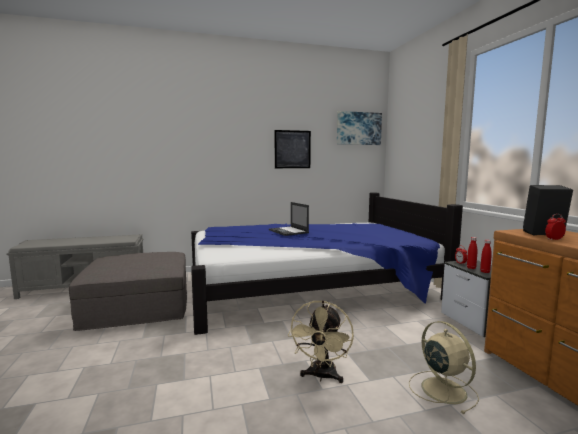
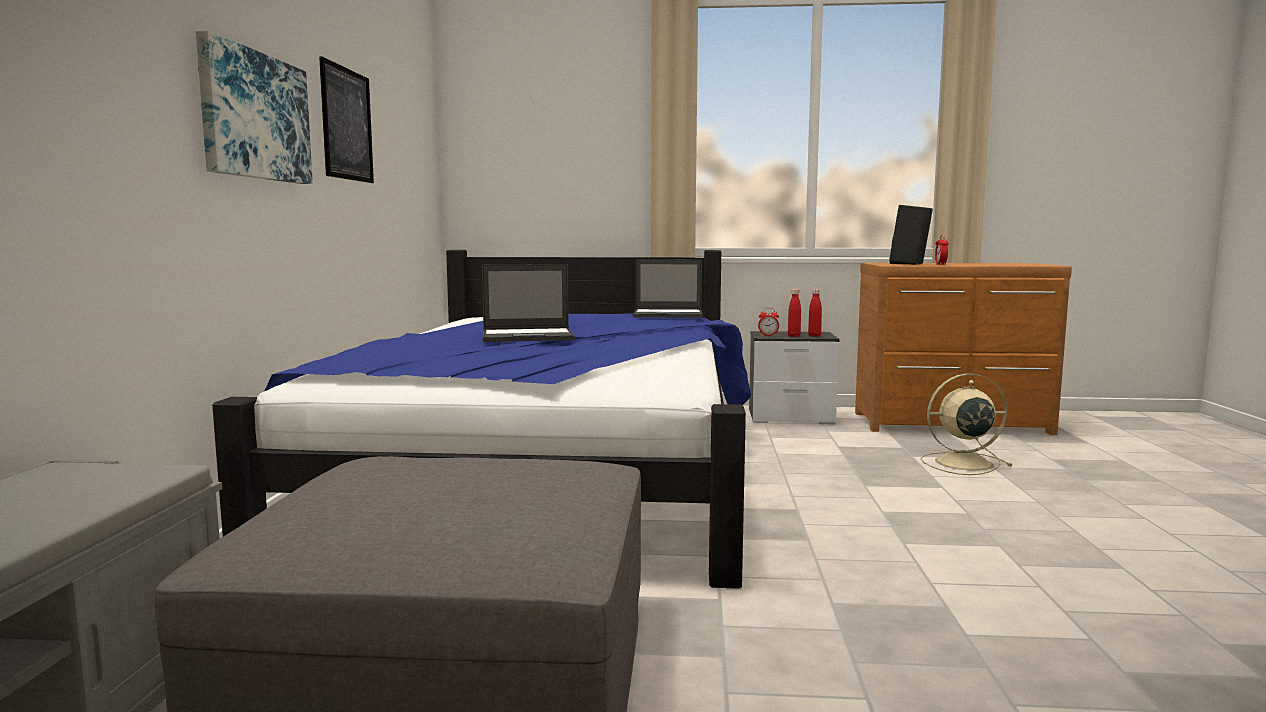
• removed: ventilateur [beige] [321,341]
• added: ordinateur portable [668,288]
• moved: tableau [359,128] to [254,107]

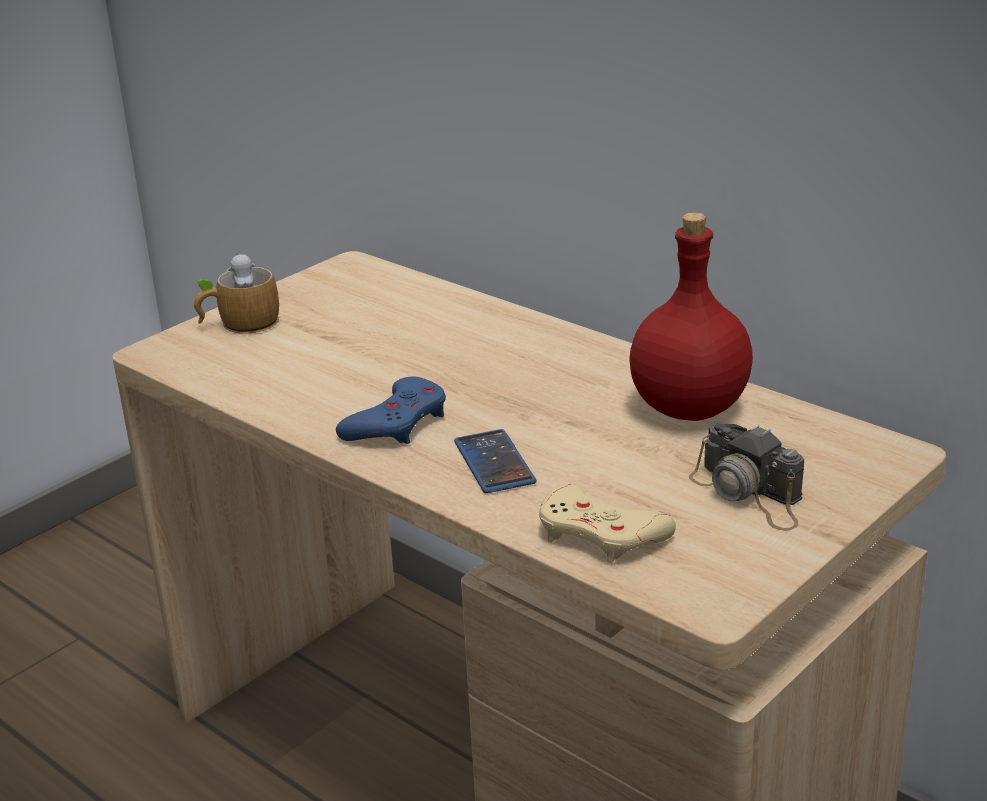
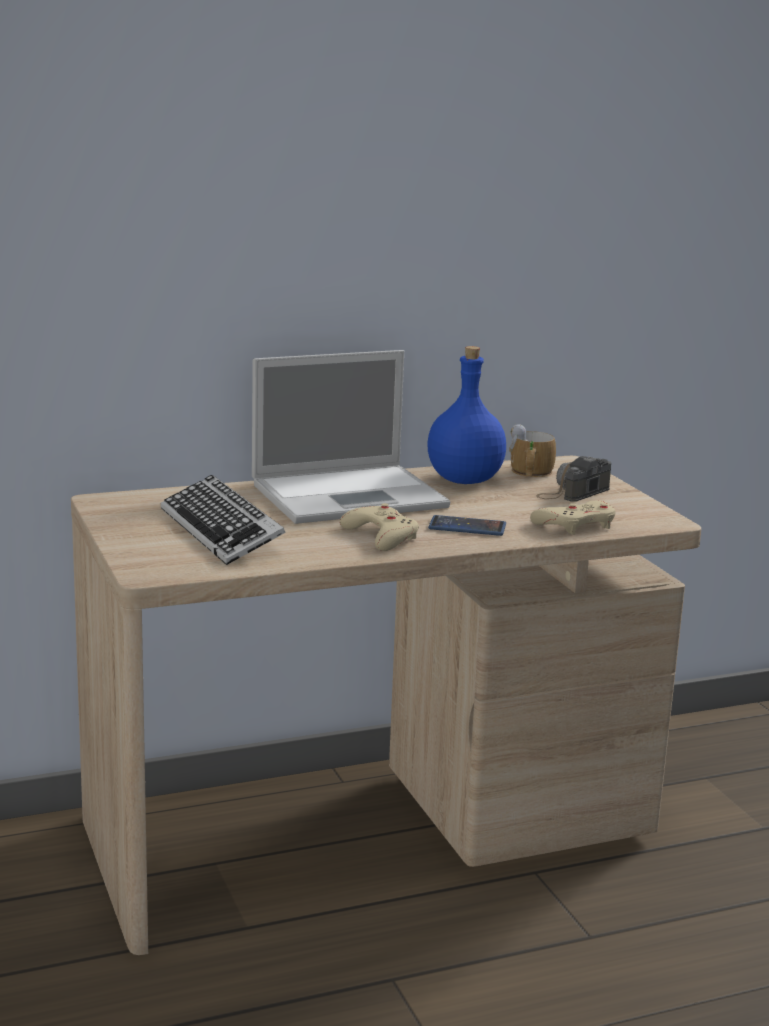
• added: clavier [223,520]
• added: ordinateur portable [351,437]
• moved: mug [236,293] to [532,450]
• recoloured: manette [bleu] [391,410] to manette [beige] [379,527]
• recoloured: bouteille [rouge] [691,316] to bouteille [bleu] [466,415]
• turned: appareil photo [746,477] = [573,479] 150 degrees clockwise

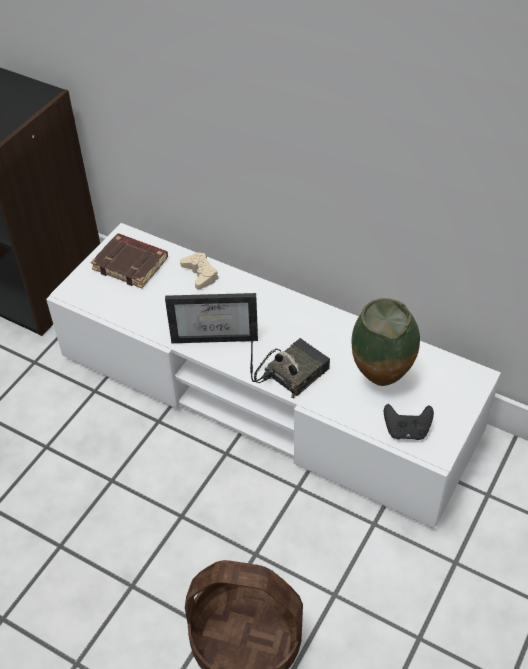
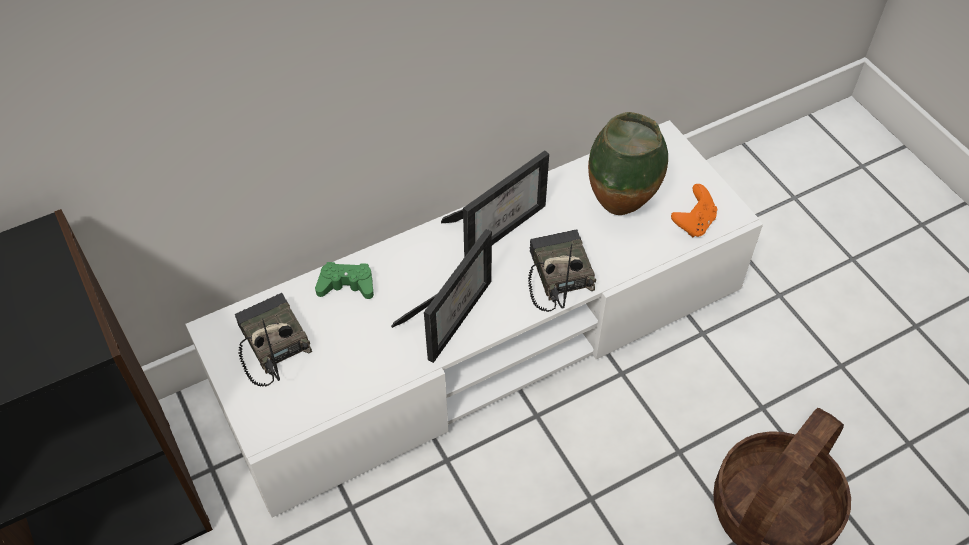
• added: cadre photo [495,203]
• replaced: livre [marron] [129,260] to radio [273,340]
• recoloured: manette [beige] [199,270] to manette [vert] [344,280]
• recoloured: manette [noir] [409,422] to manette [orange] [694,210]

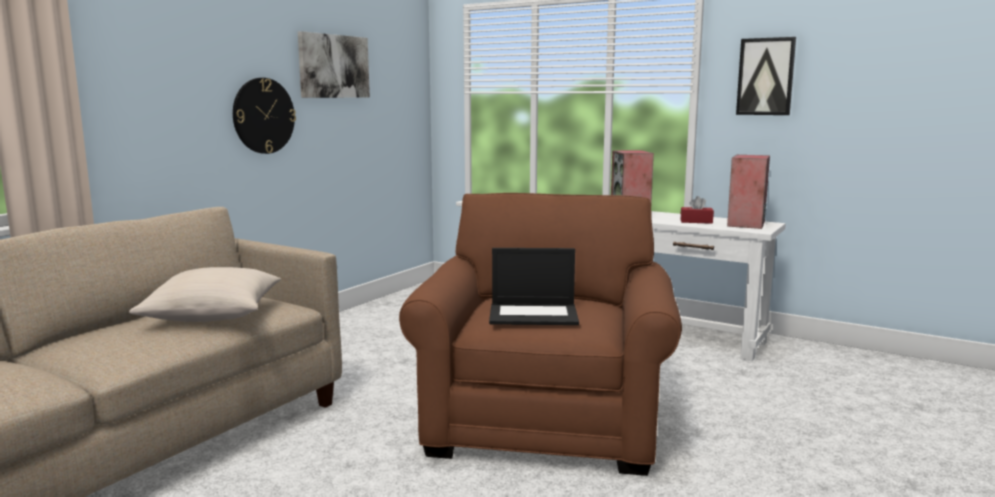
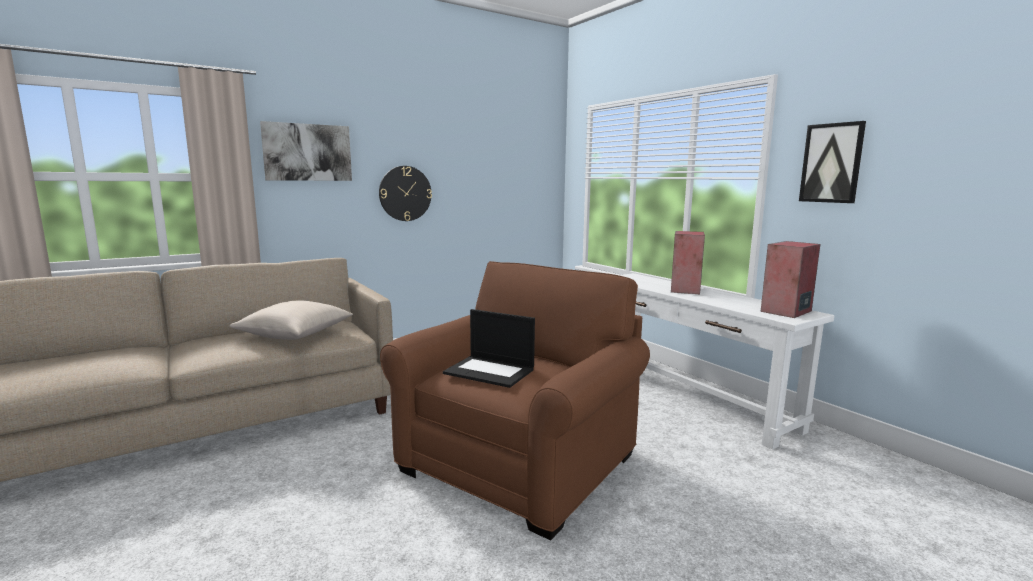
• removed: boîte à mouchoirs [rouge] [697,210]
• moved: tableau [334,64] to [306,151]

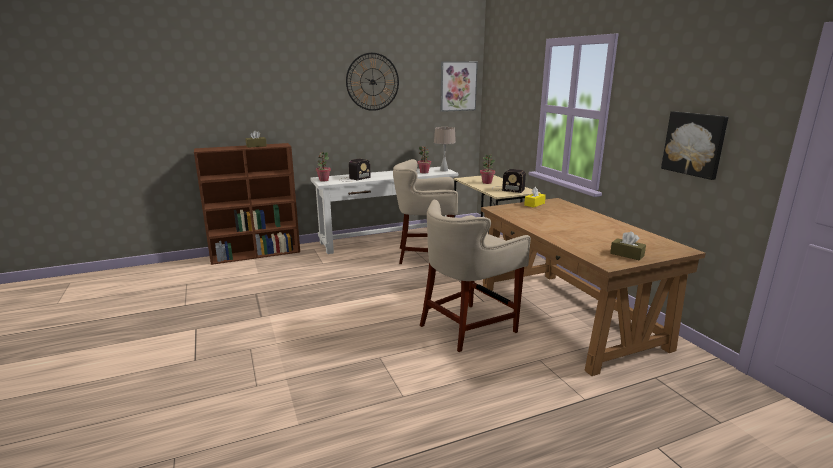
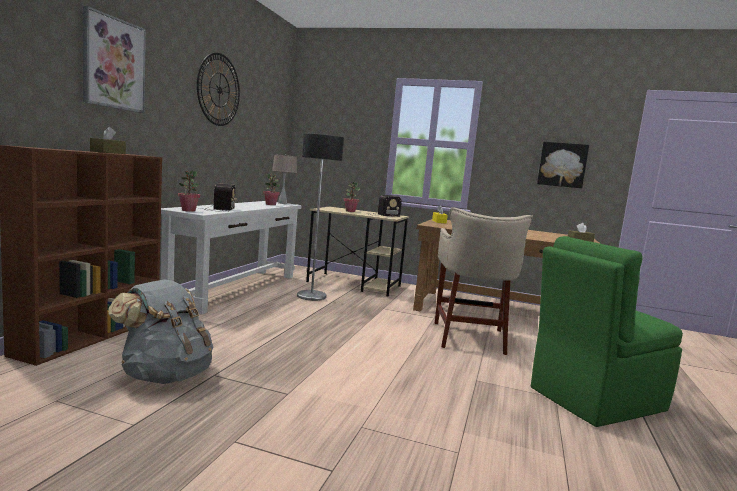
• added: sac à dos [gris] [161,331]
• added: chaise [vert] [607,331]
• moved: tableau [459,86] to [114,59]
• replaced: tabouret [beige] [425,211] to lampadaire [320,217]

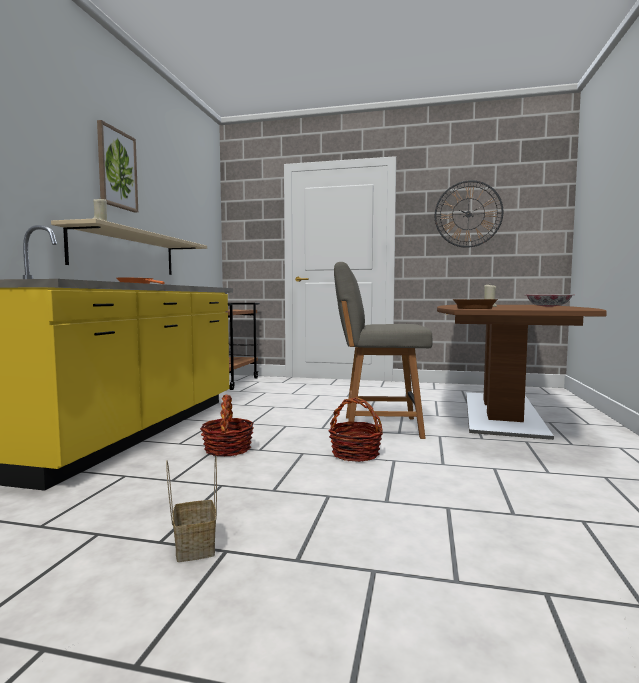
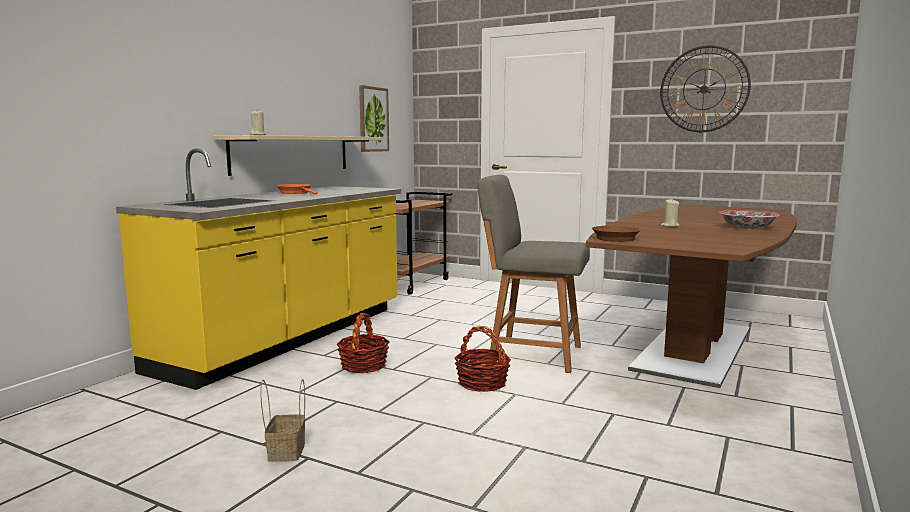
• moved: tableau [117,166] to [374,118]

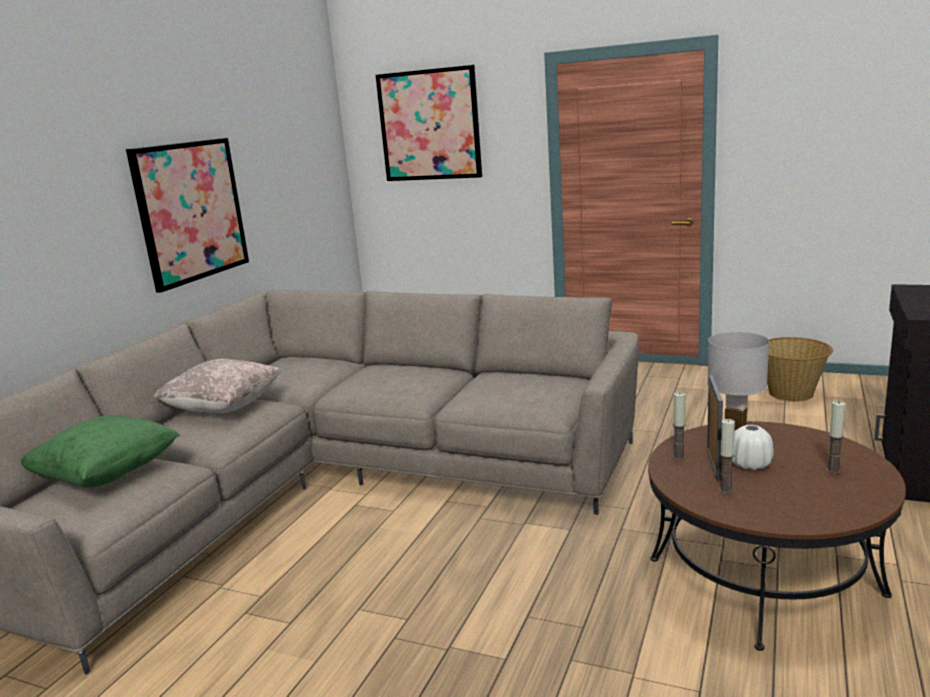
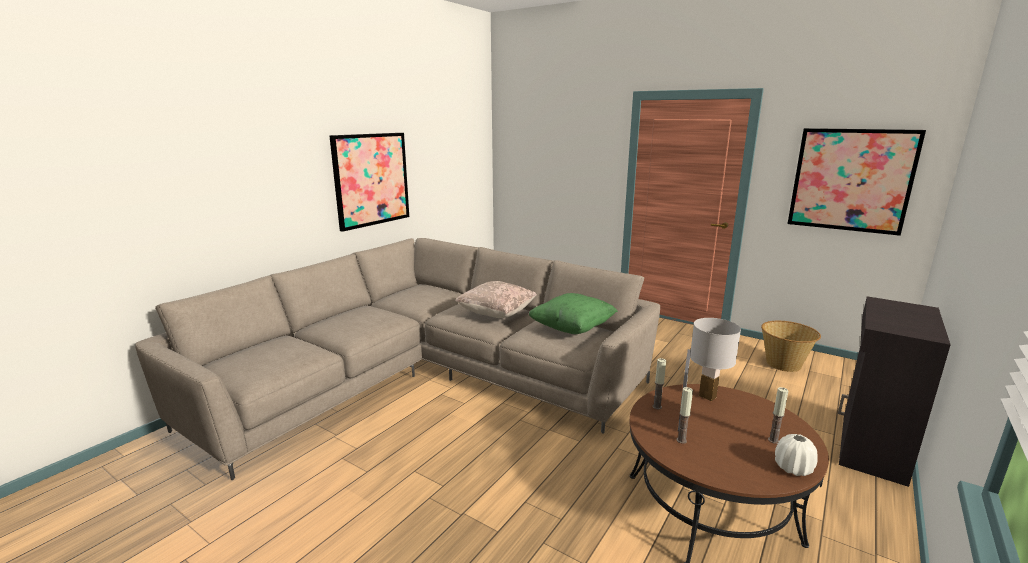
• moved: coussin [vert] [100,451] to [573,313]
• moved: coussin [beige] [217,386] to [496,299]
• moved: tableau [428,123] to [857,182]
• moved: vase [blanc] [753,447] to [796,455]

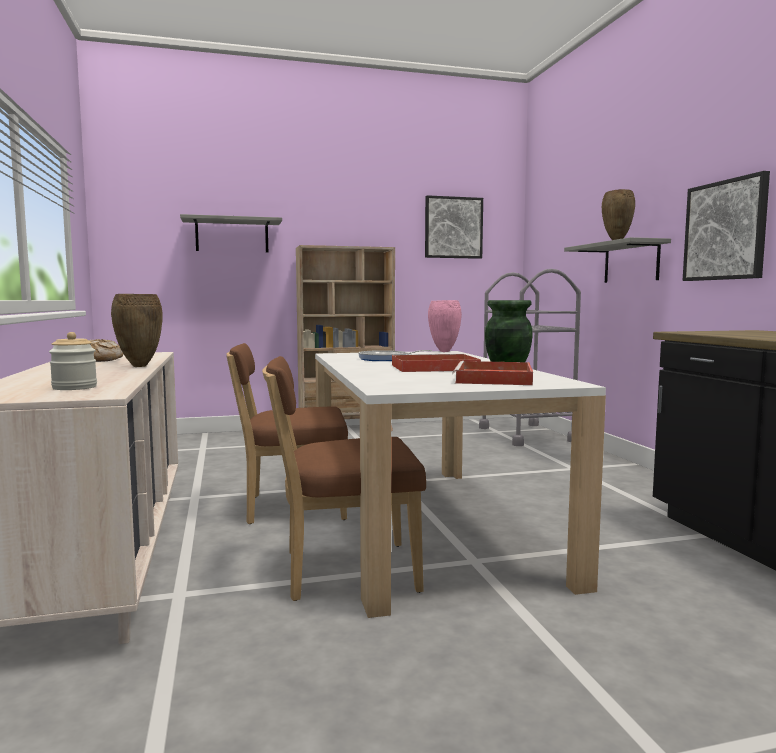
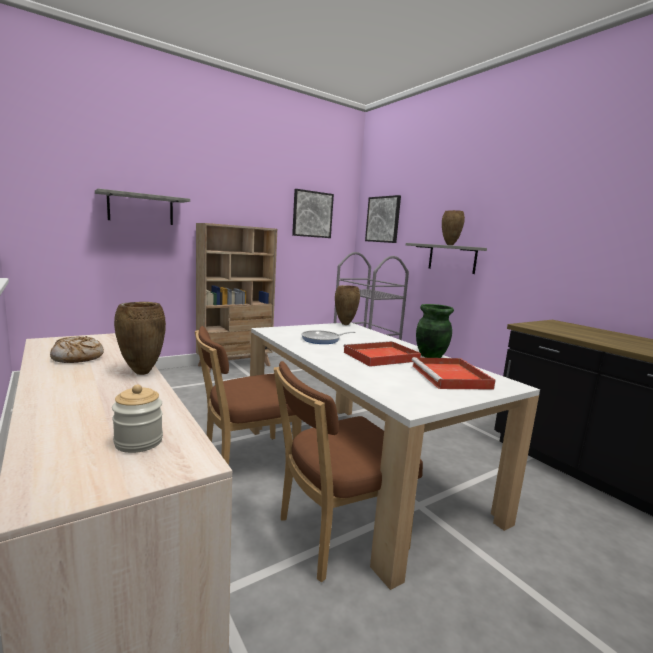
• moved: tableau [726,226] to [383,219]
• recoloured: vase [rose] [445,326] to vase [marron] [347,305]

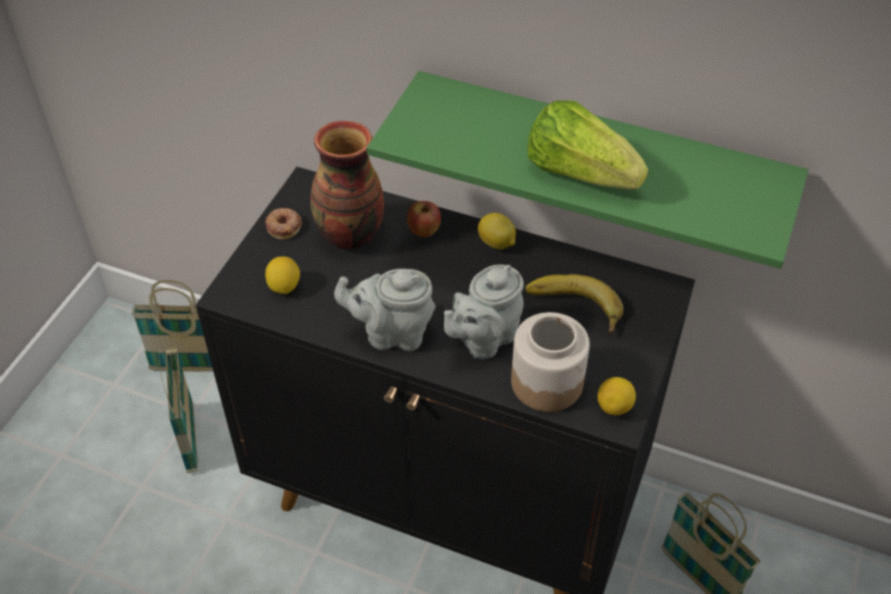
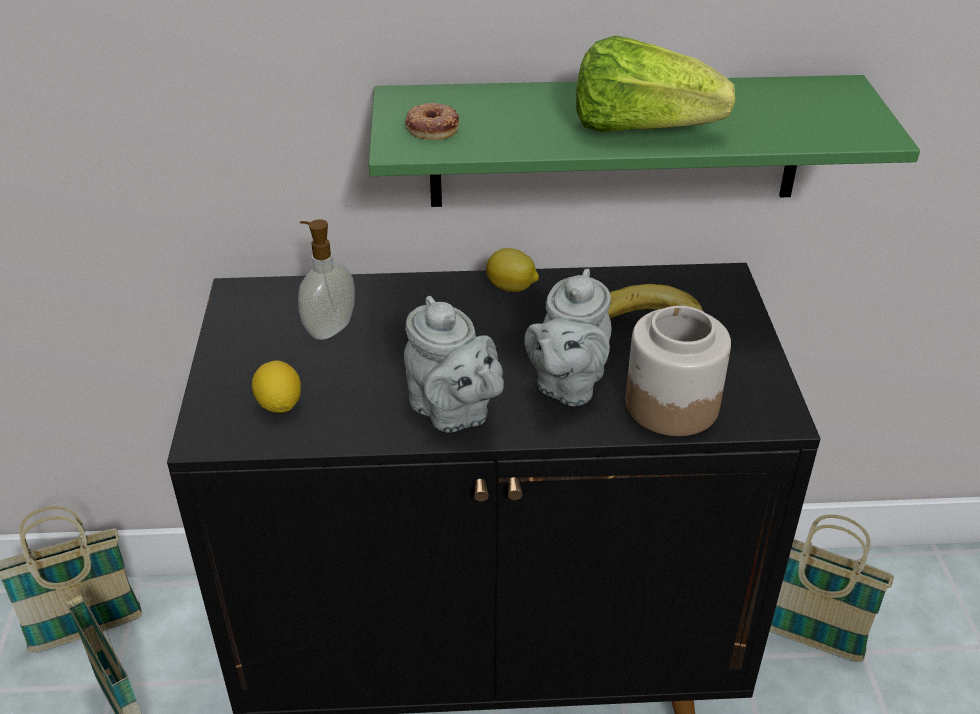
• removed: pomme [424,219]
• removed: citron [616,396]
• moved: beignet [283,224] to [432,121]
• replaced: vase [347,185] to distributeur de savon [326,279]
• turned: théière [gris] [385,310] = [454,364] 105 degrees counterclockwise

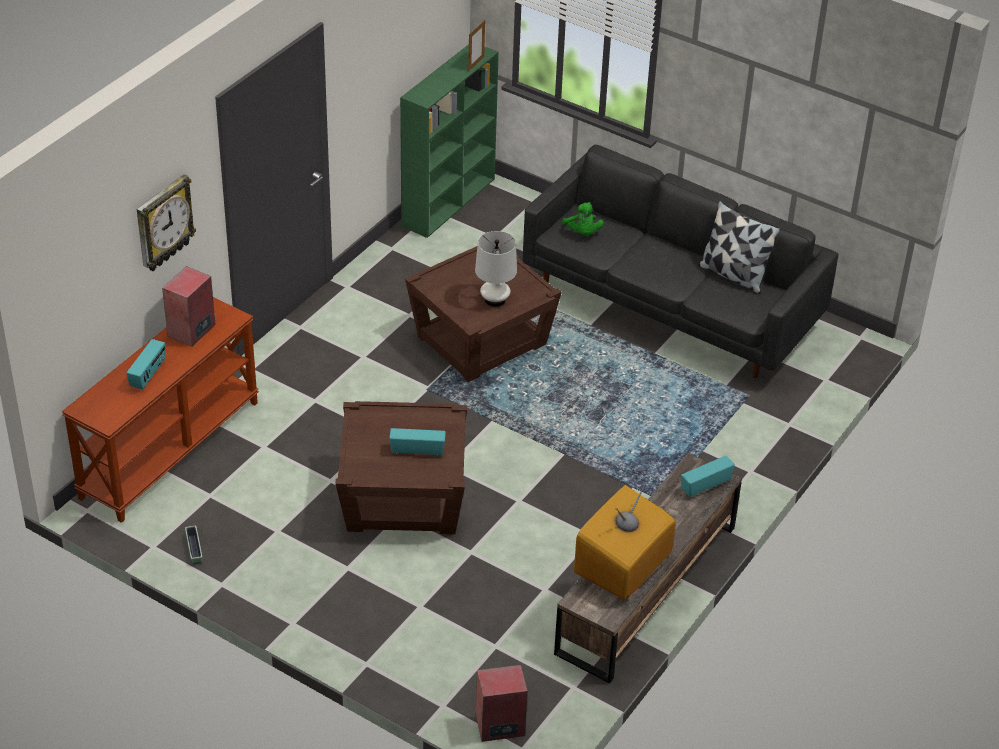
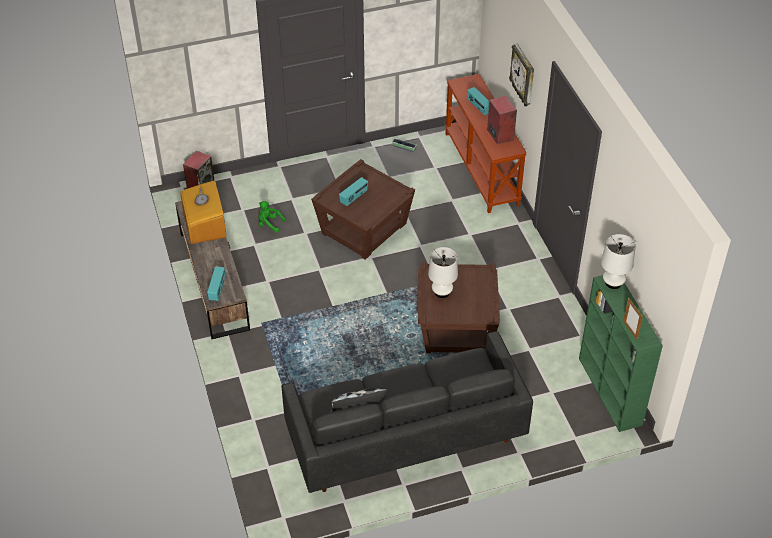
• added: lampe de table [blanc] [618,261]
• moved: peluche [vert] [583,218] to [271,216]

